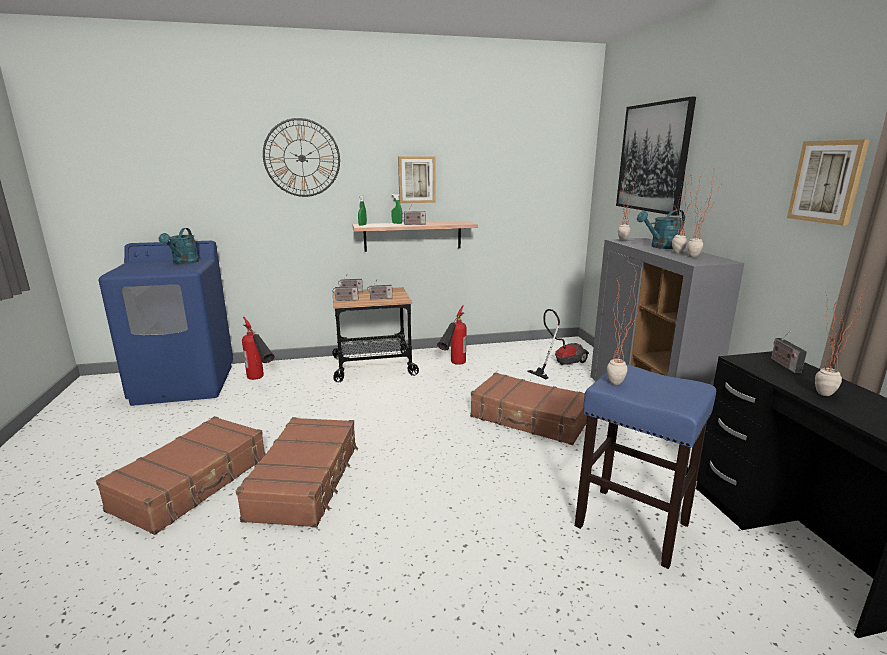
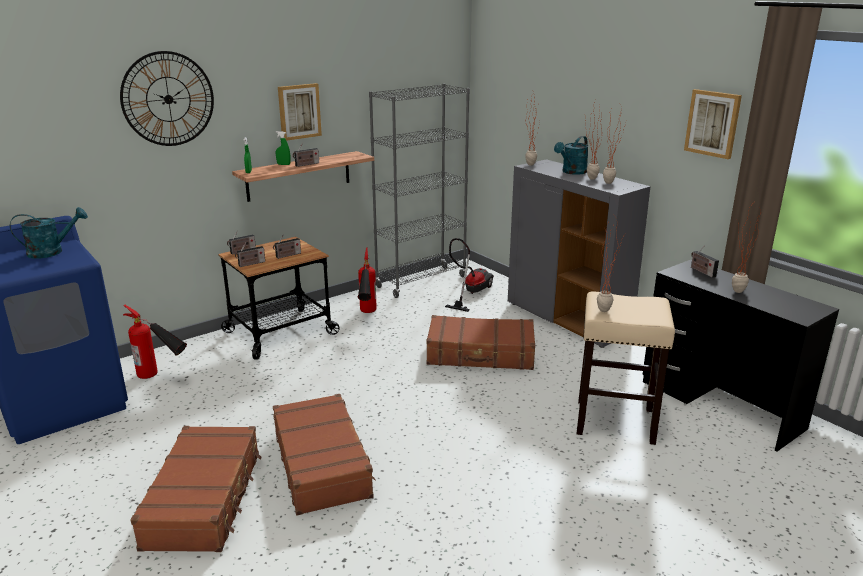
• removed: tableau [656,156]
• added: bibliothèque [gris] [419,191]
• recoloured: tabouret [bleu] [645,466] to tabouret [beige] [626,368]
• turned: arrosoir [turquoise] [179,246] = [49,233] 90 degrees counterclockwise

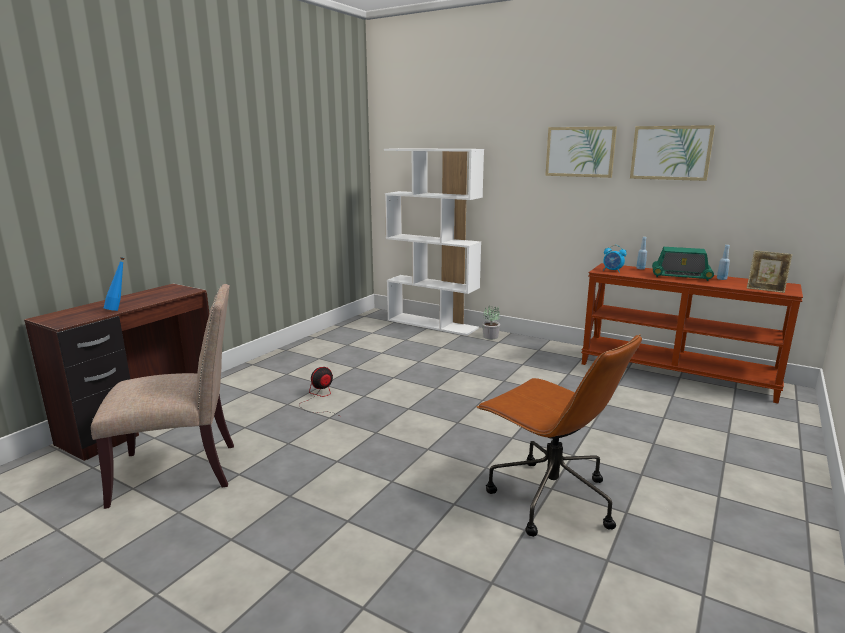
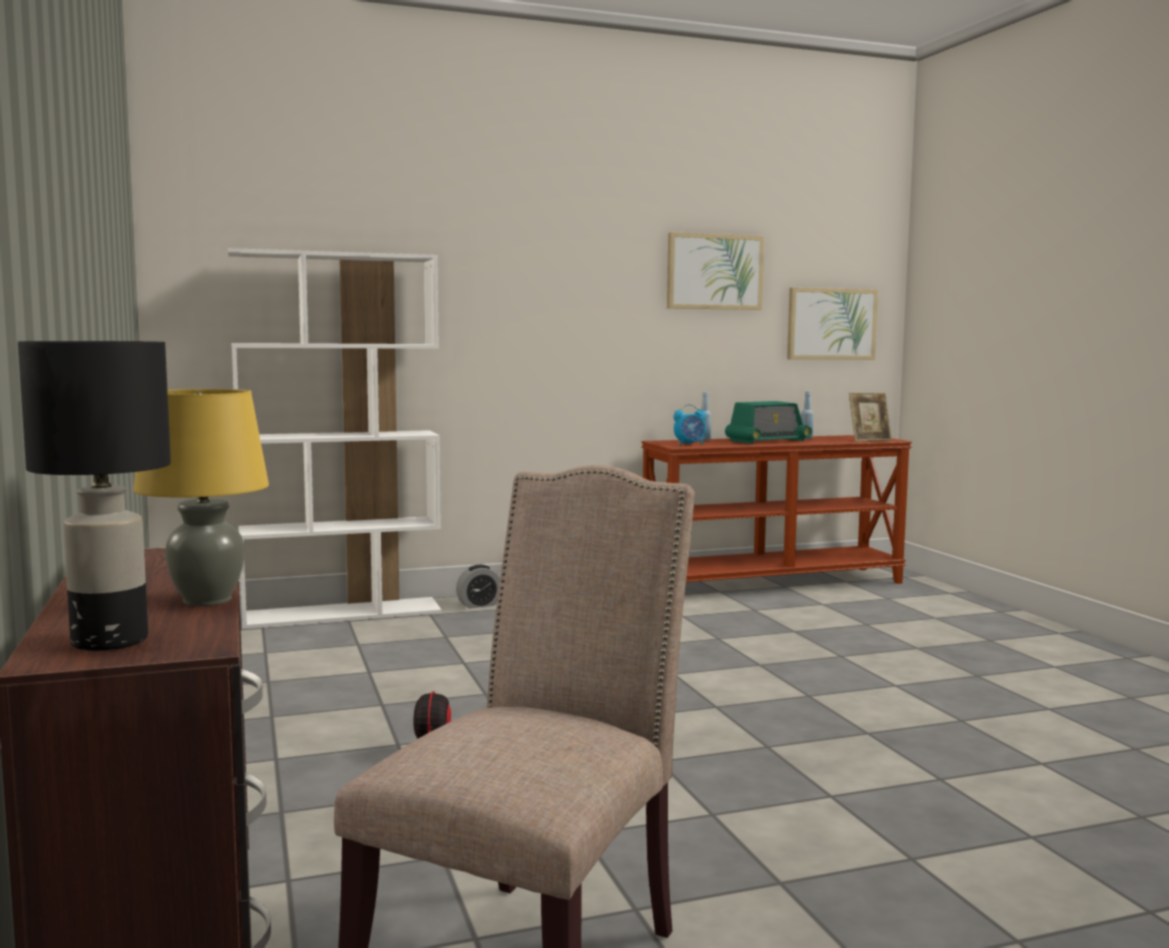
• removed: chaise de bureau [marron] [559,435]
• added: lampe de table [noir] [94,496]
• moved: tableau [581,152] to [832,323]
• replaced: bouteille [bleu] [114,284] to lampe de table [jaune] [201,497]
• replaced: plante en pot [491,322] to réveil [478,587]

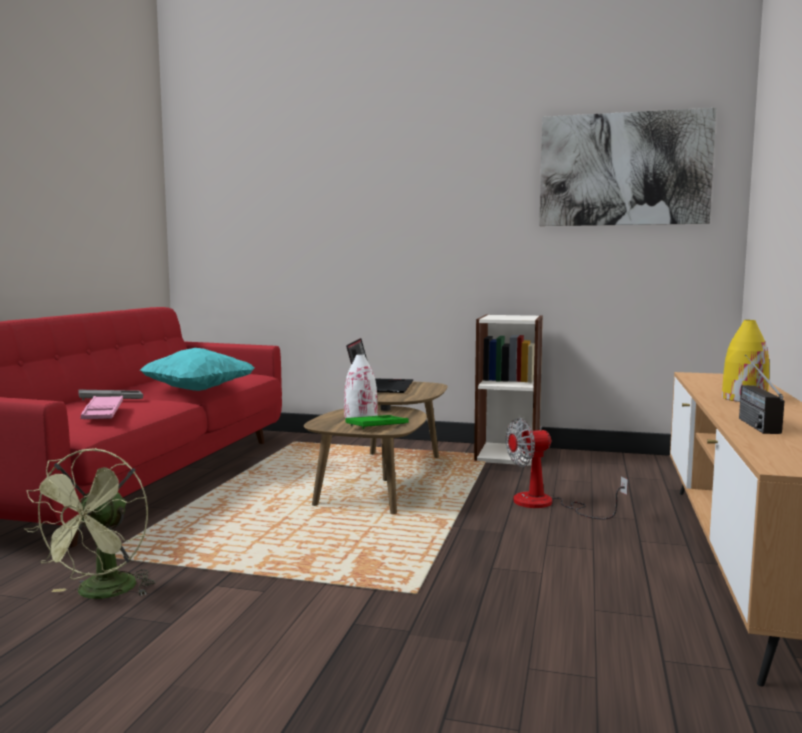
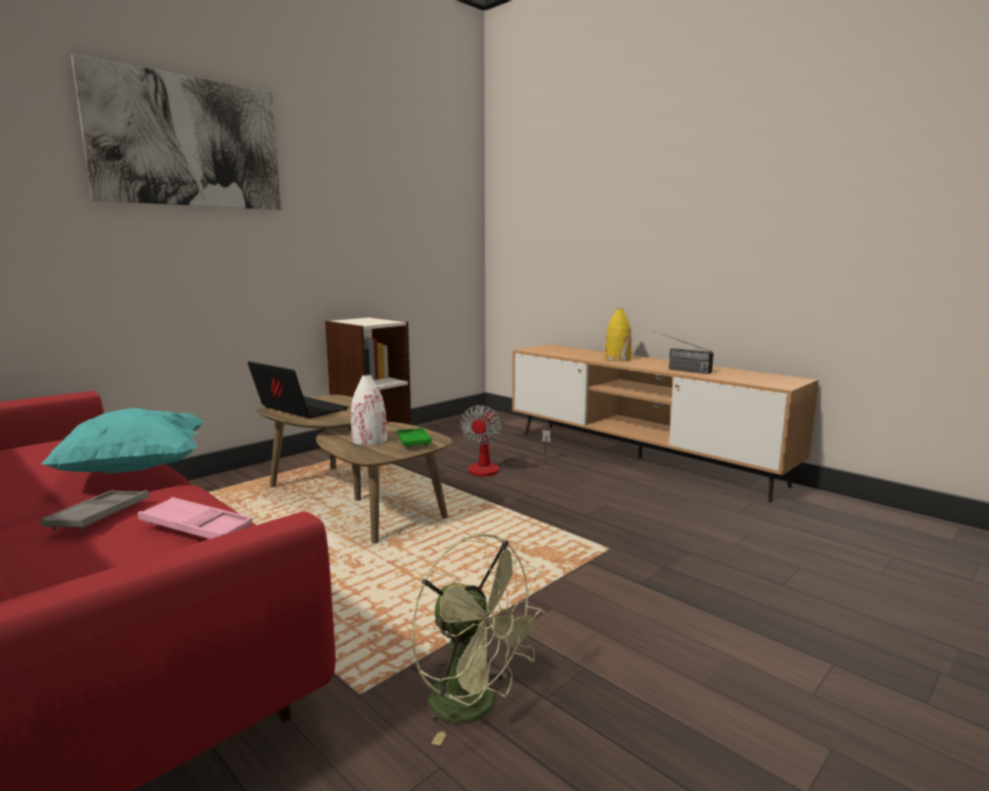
• moved: tableau [627,167] to [176,132]

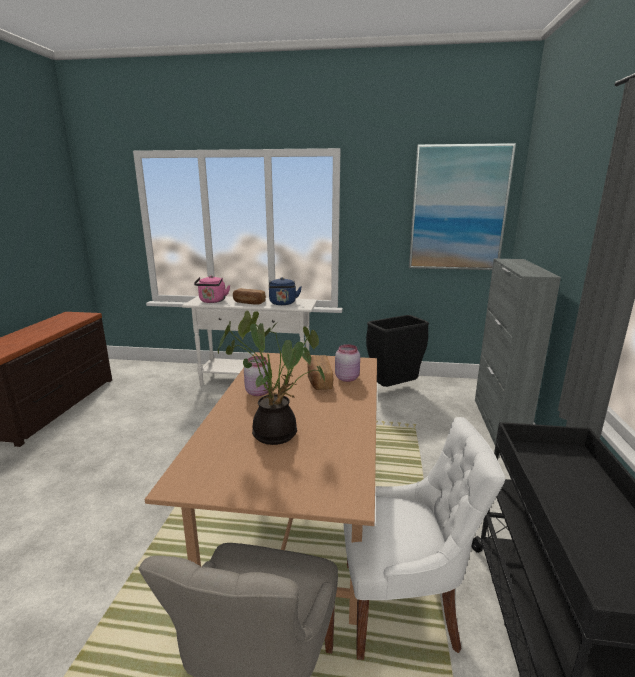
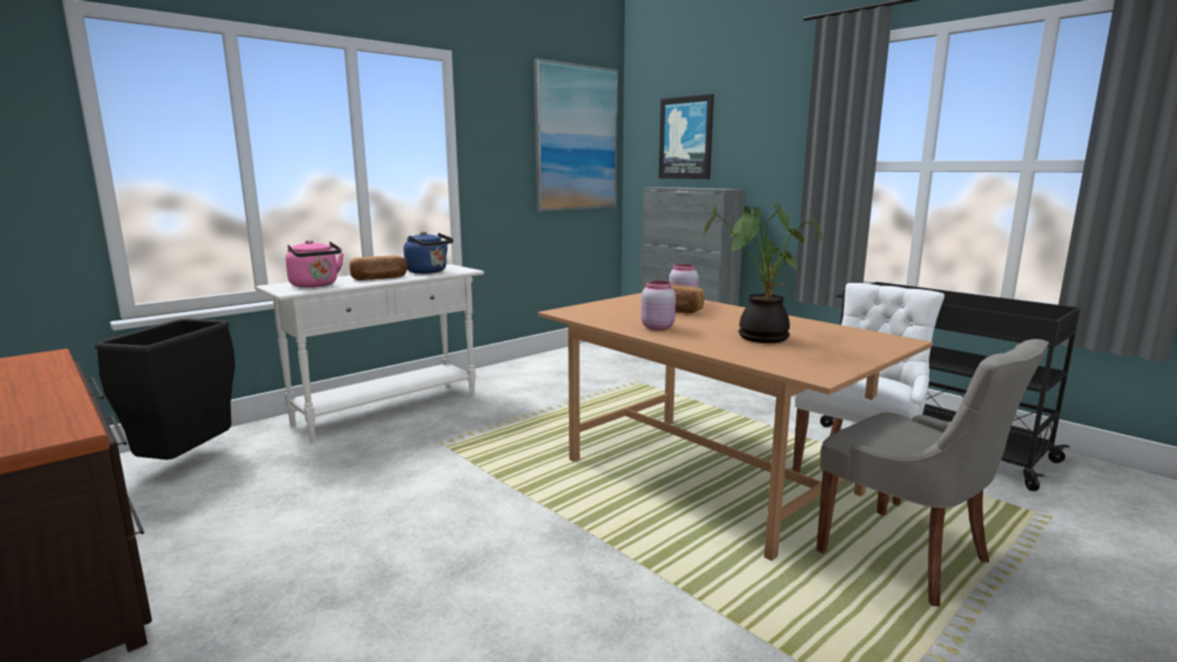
• added: tableau [686,136]
• moved: poubelle [noir] [397,351] to [165,389]

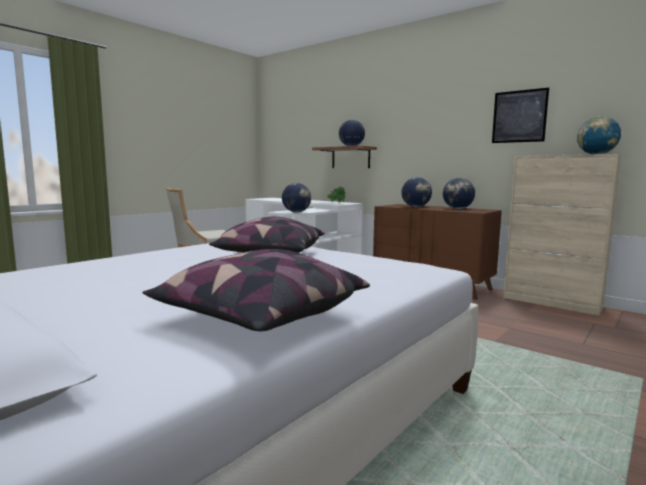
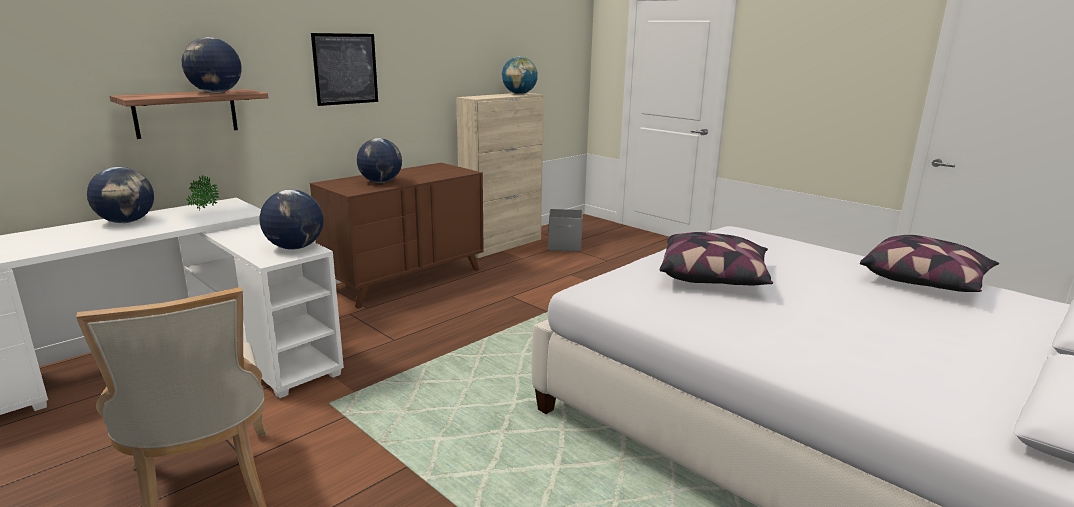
• added: boîte de rangement [gris] [565,230]
• moved: globe [459,193] to [120,195]
• moved: tableau [520,115] to [344,69]

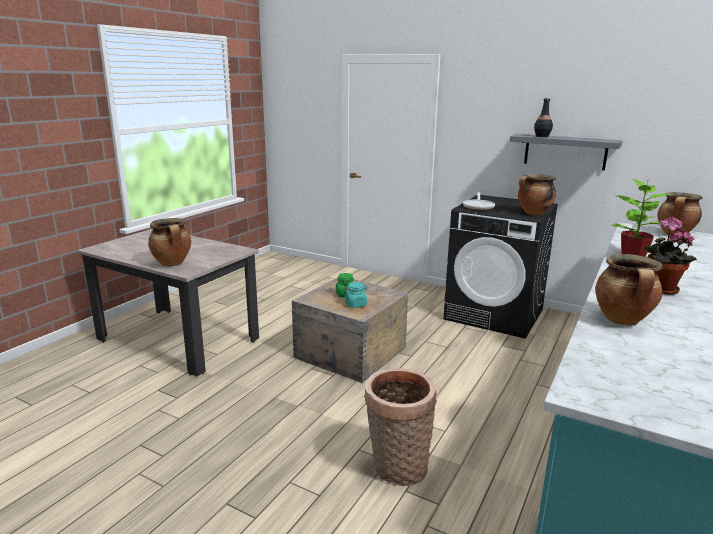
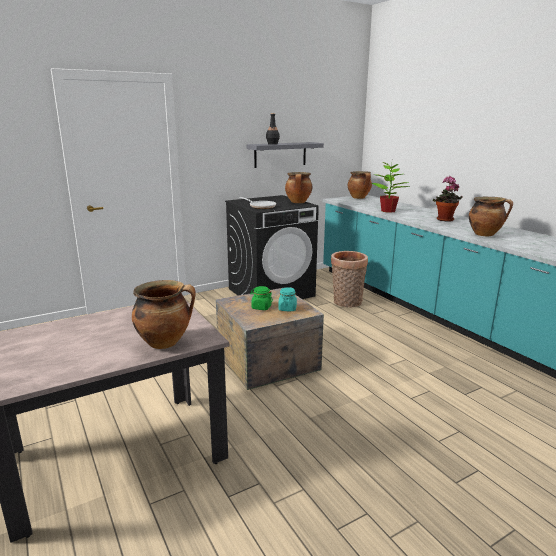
• moved: panier [400,427] to [349,279]

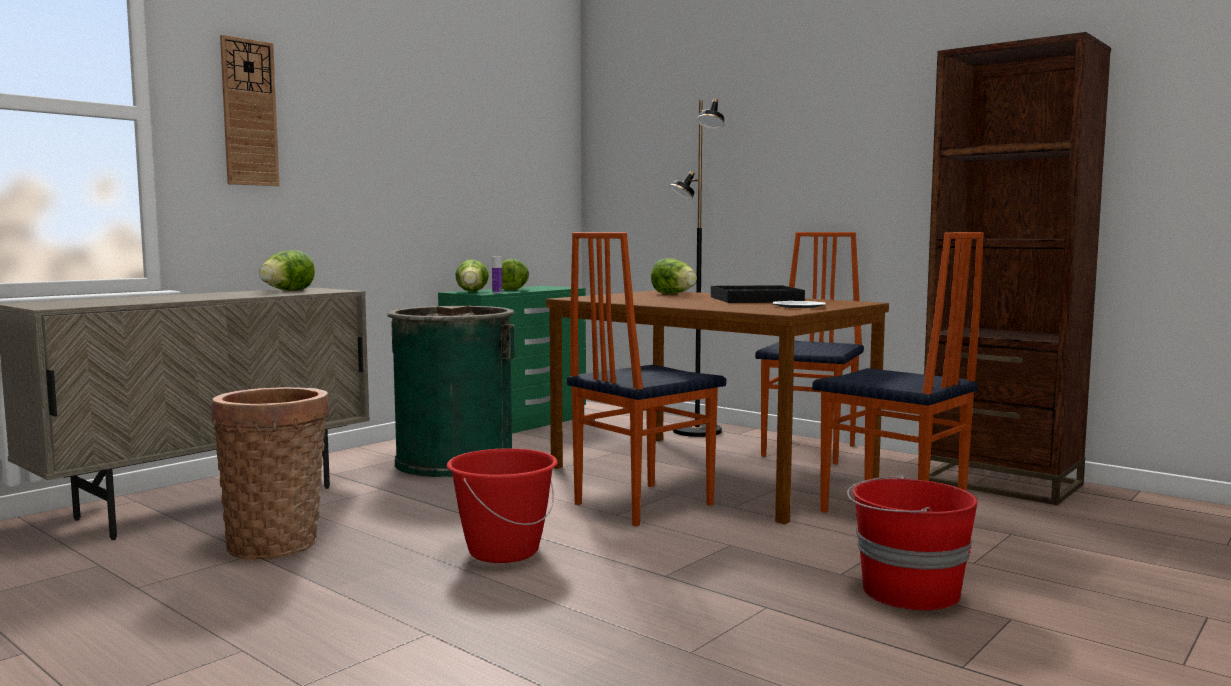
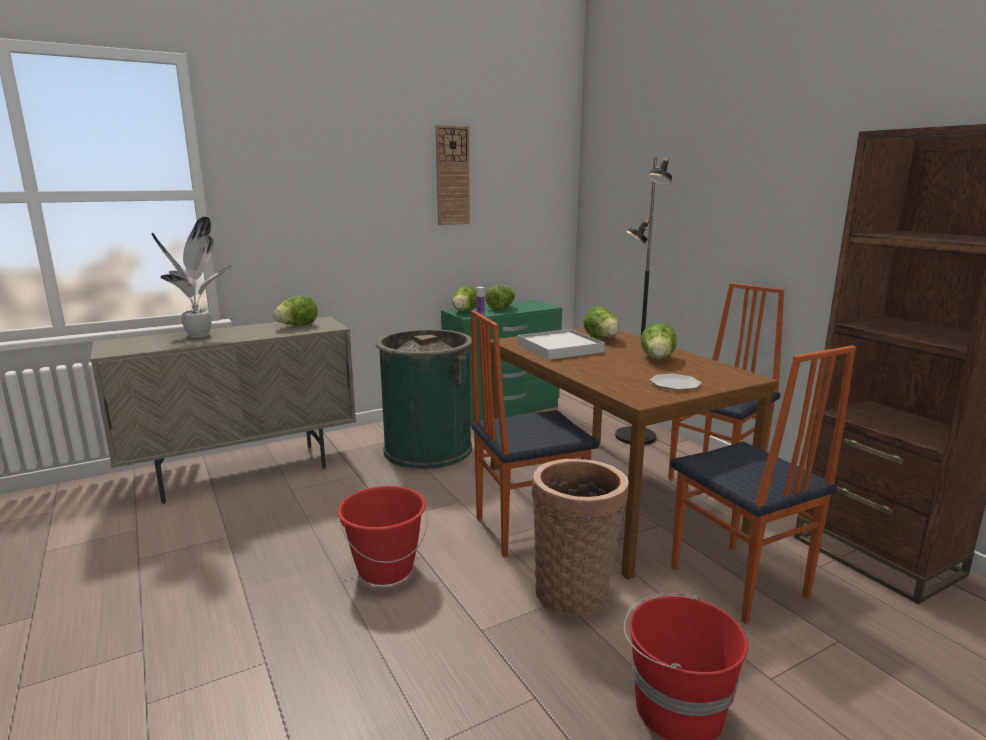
• added: plante en pot [192,277]
• added: plateau [blanc] [561,344]
• moved: panier [270,473] to [580,538]
• moved: horloge murale [250,110] to [453,175]
• replaced: plateau [noir] [758,294] to laitue [659,341]

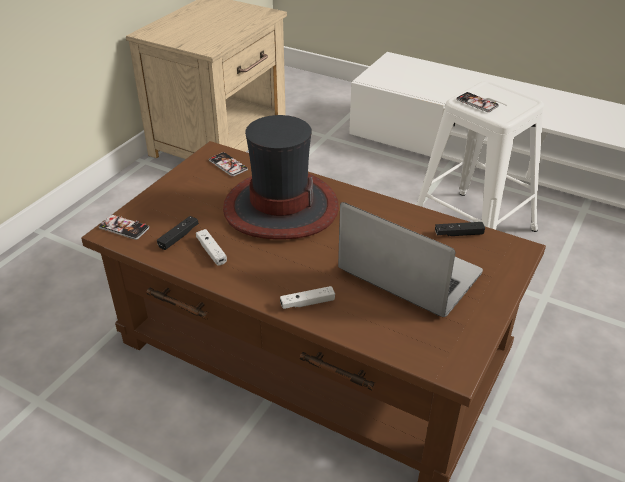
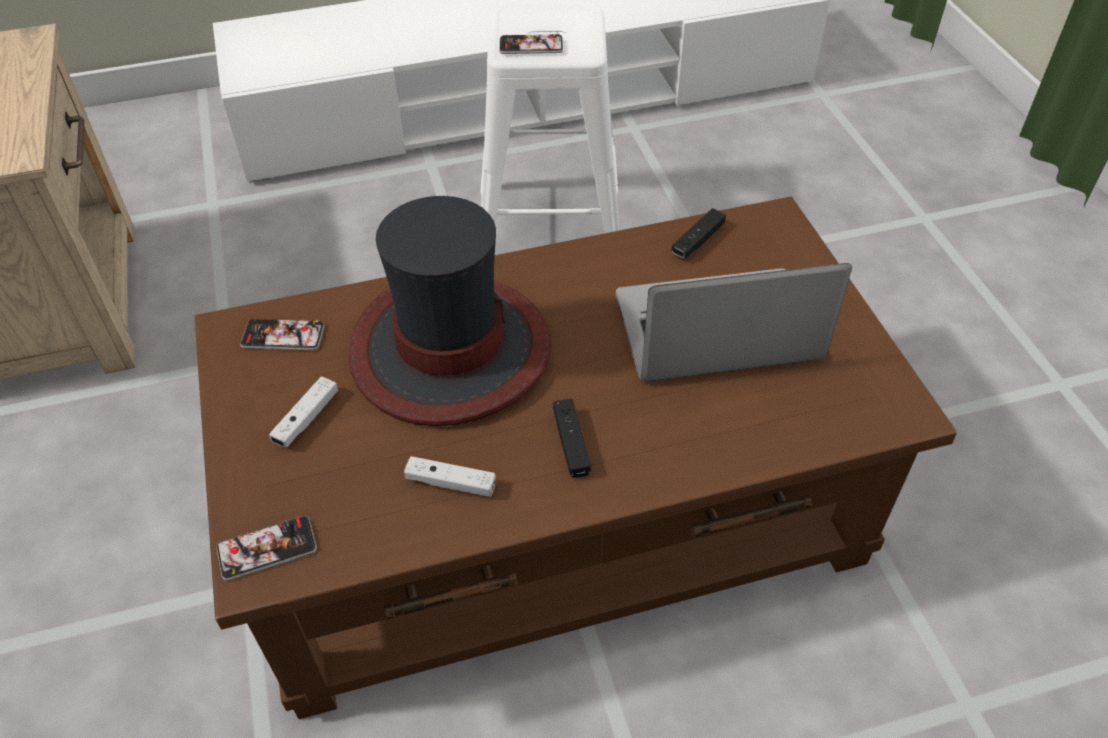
• moved: manette [noir] [178,233] to [572,438]
• moved: manette [blanc] [307,297] to [303,412]

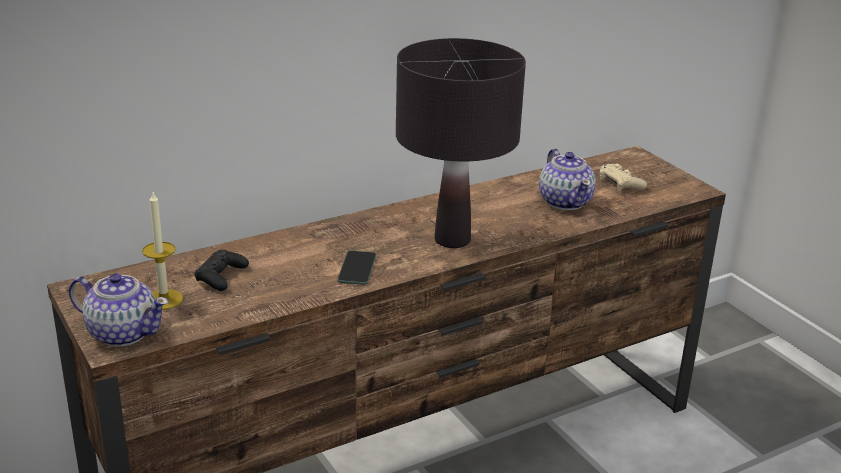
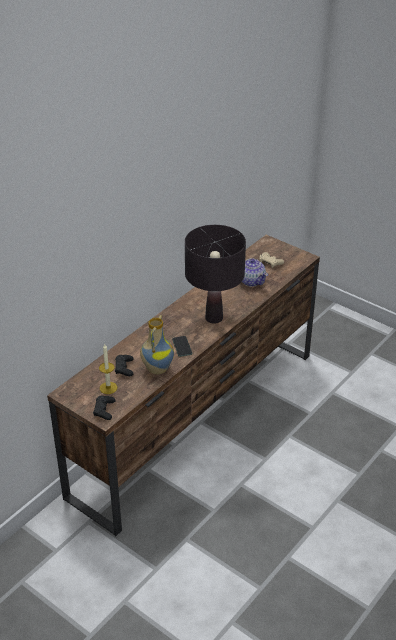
• added: vase [157,344]
• replaced: théière [119,310] to manette [noir] [104,407]

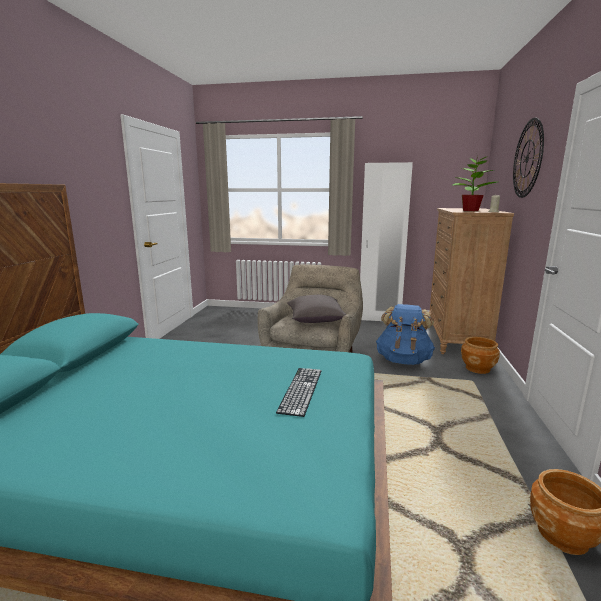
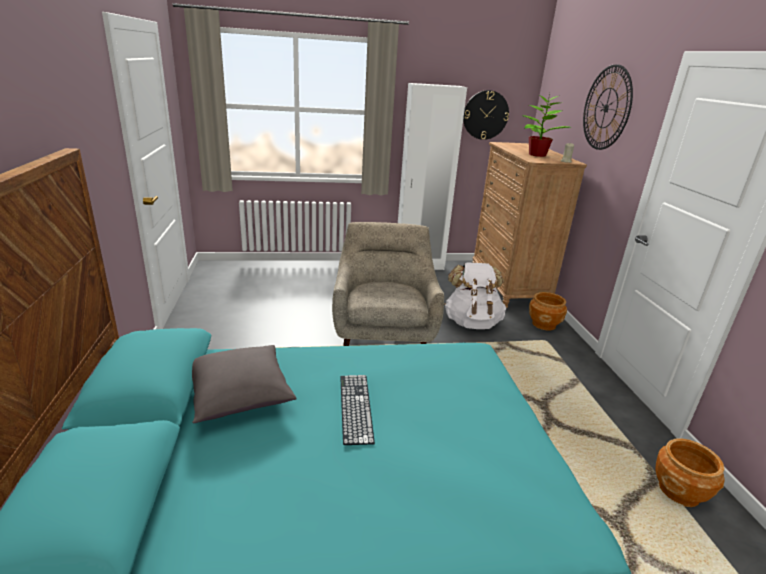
• added: horloge murale [486,115]
• moved: clavier [299,392] to [357,410]
• moved: coussin [gris] [316,309] to [244,384]
• recoloured: sac à dos [bleu] [405,334] to sac à dos [blanc] [475,295]

